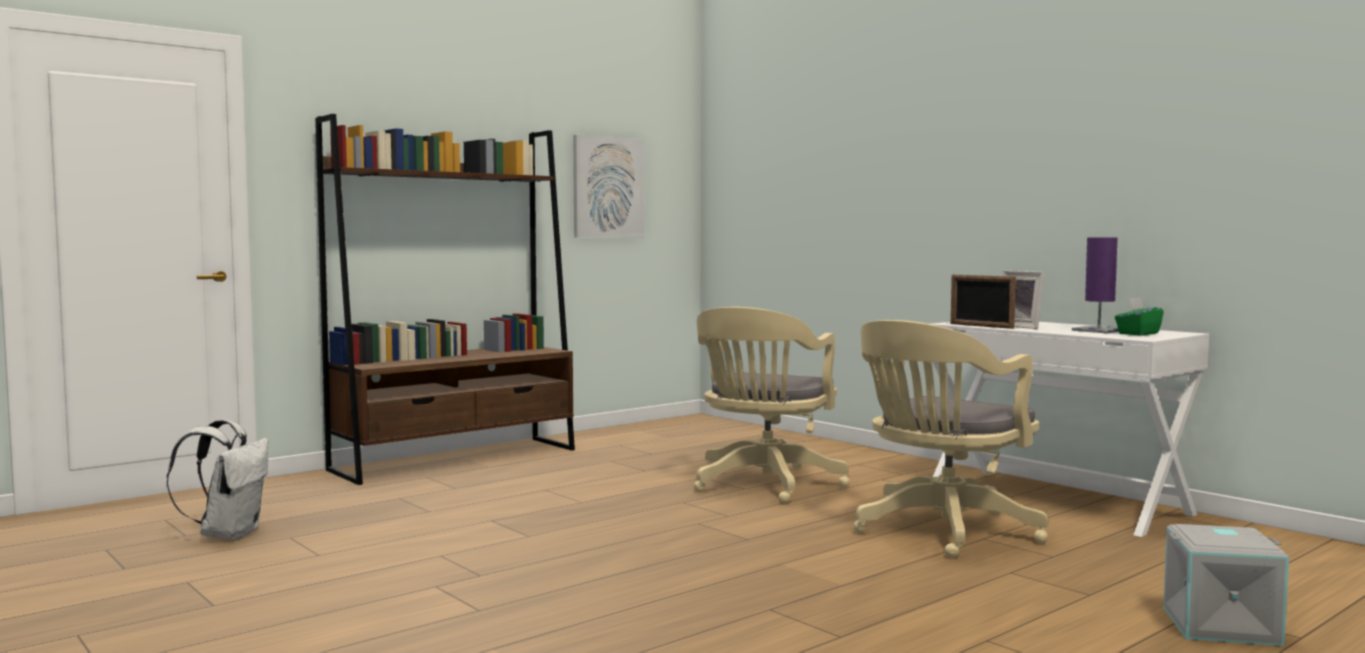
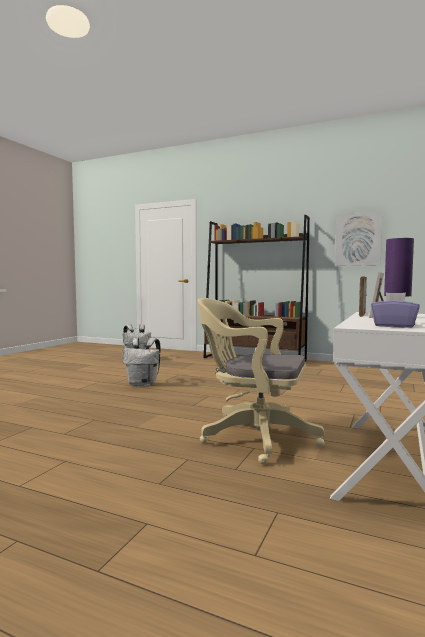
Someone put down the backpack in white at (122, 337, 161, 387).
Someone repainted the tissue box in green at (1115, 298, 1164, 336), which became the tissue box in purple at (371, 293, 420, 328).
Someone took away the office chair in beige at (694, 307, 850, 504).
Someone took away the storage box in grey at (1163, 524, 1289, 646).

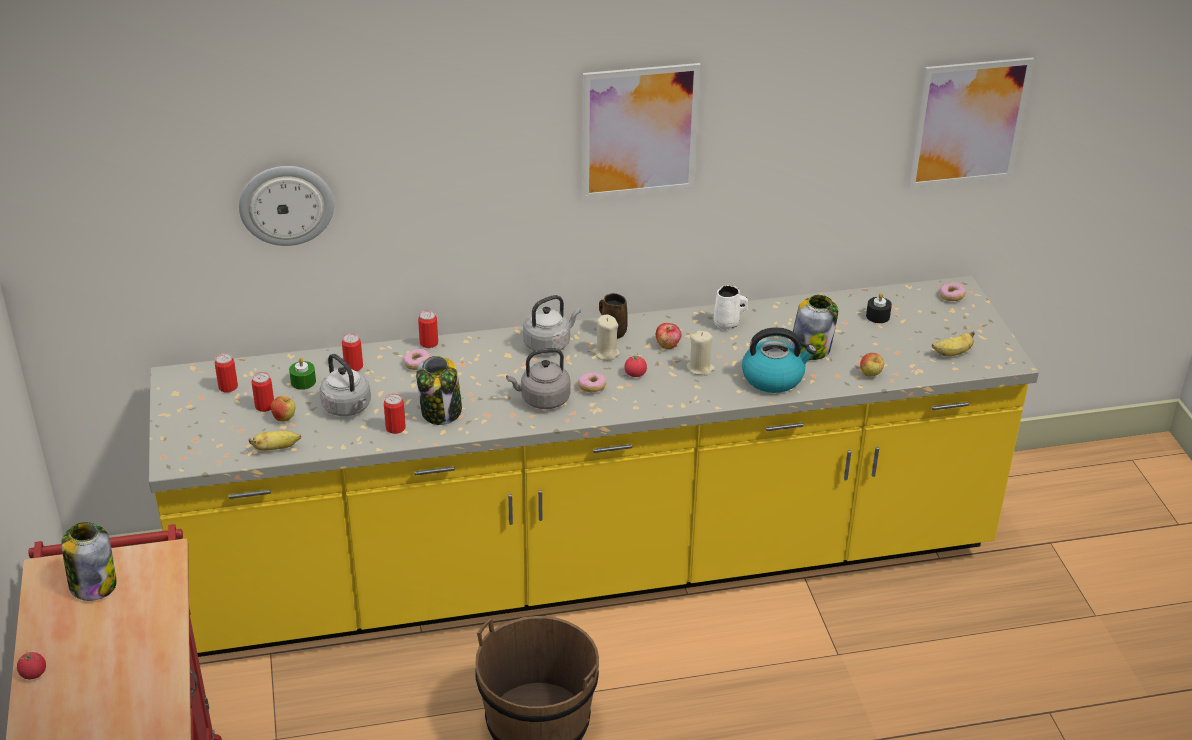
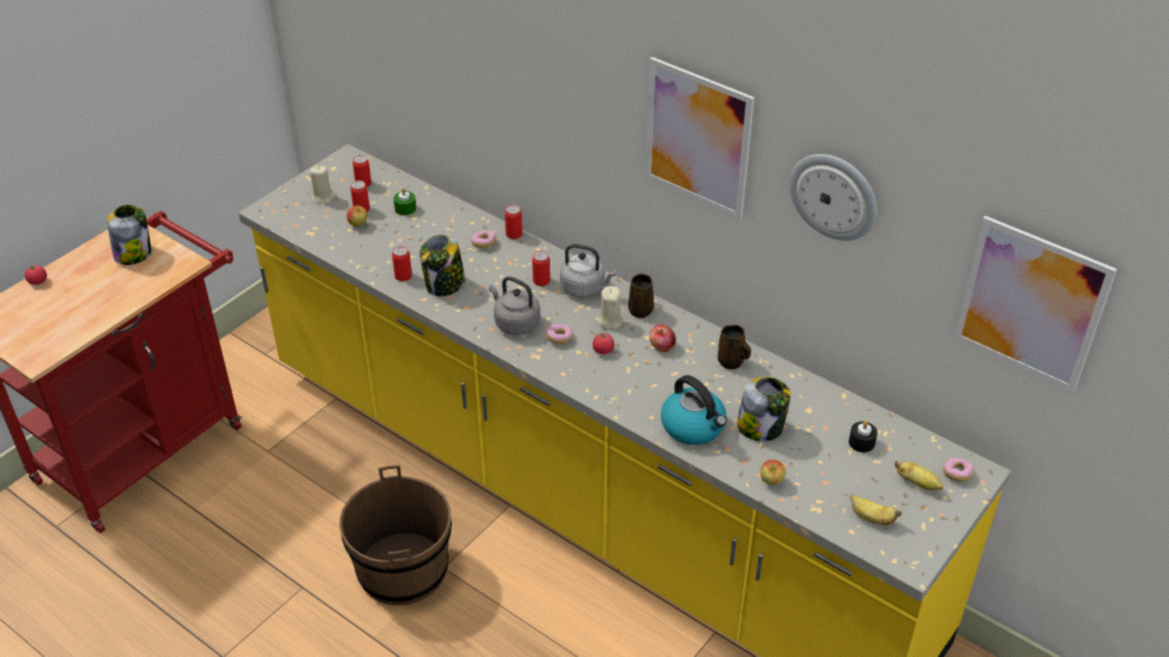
Someone carried the candle in beige from (686, 331, 715, 376) to (310, 166, 334, 204).
Someone carried the can from (342, 333, 363, 371) to (532, 251, 550, 286).
Someone repainted the mug in white at (714, 285, 748, 330), which became the mug in brown at (718, 325, 751, 369).
Someone carried the wall clock from (239, 166, 334, 246) to (789, 154, 877, 241).
Someone carried the banana from (249, 431, 301, 451) to (895, 461, 943, 491).
Someone took away the kettle in grey at (319, 354, 371, 416).

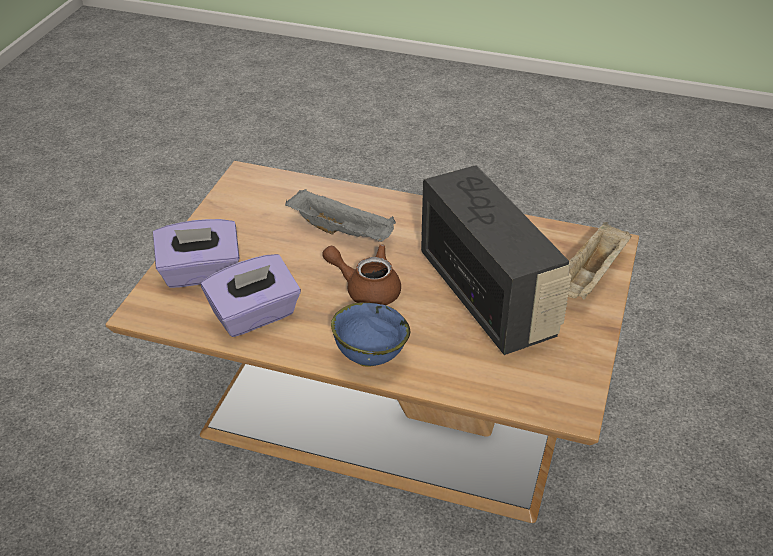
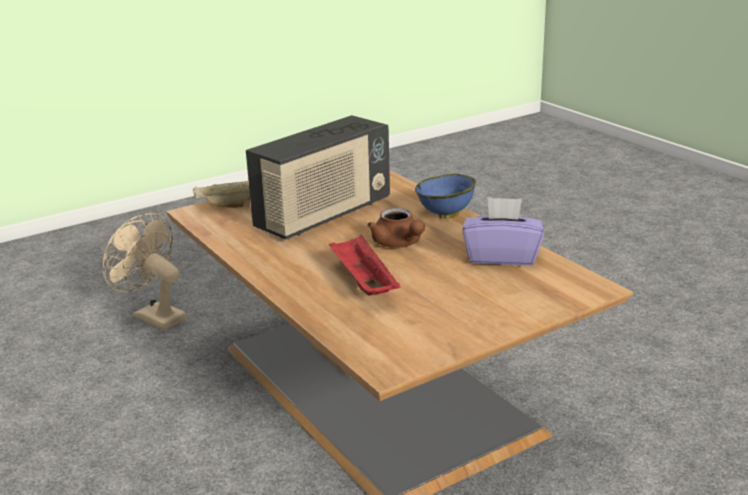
Someone put down the fan in beige at (102, 213, 187, 330).
Someone rotated the radio at (421, 165, 572, 355) by 150 degrees counterclockwise.
Someone repainted the tray in grey at (285, 189, 396, 242), which became the tray in red at (329, 235, 400, 296).
Someone took away the tissue box in purple at (153, 219, 239, 288).

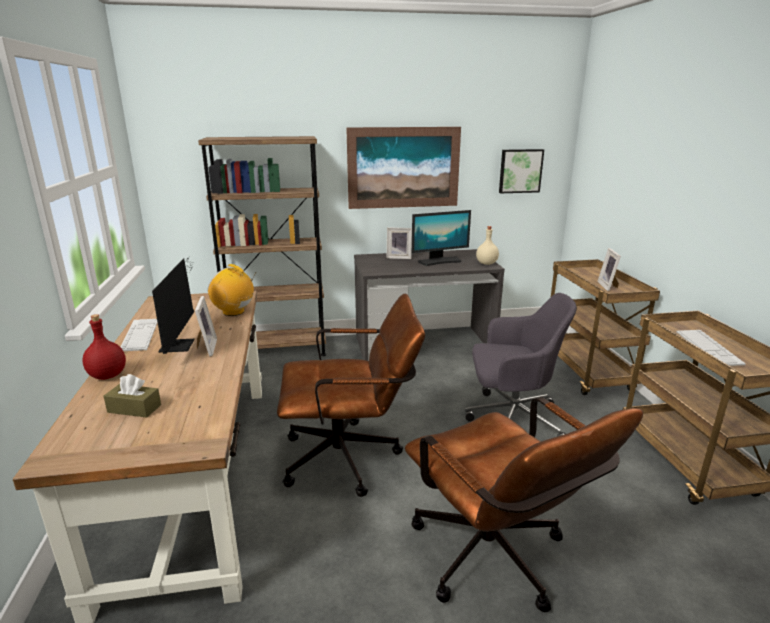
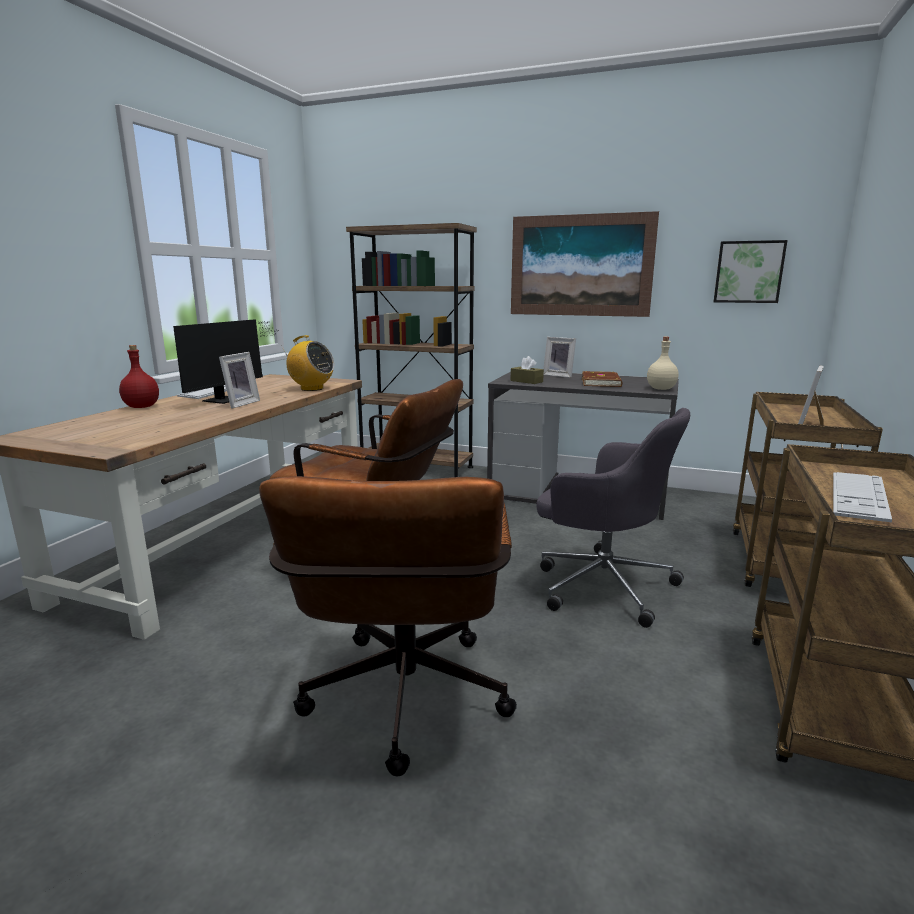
Someone rotated the radio at (207, 264, 256, 316) by 150 degrees clockwise.
Someone carried the tissue box in brown from (104, 374, 161, 418) to (510, 356, 544, 384).
Someone swapped the monitor at (412, 210, 471, 266) for the book in brown at (582, 371, 622, 387).

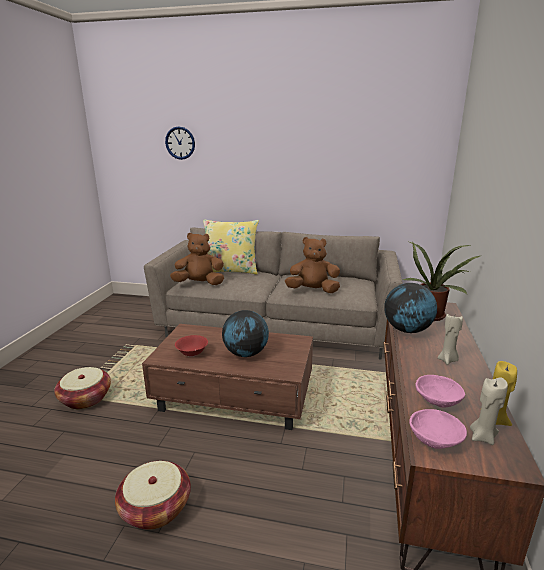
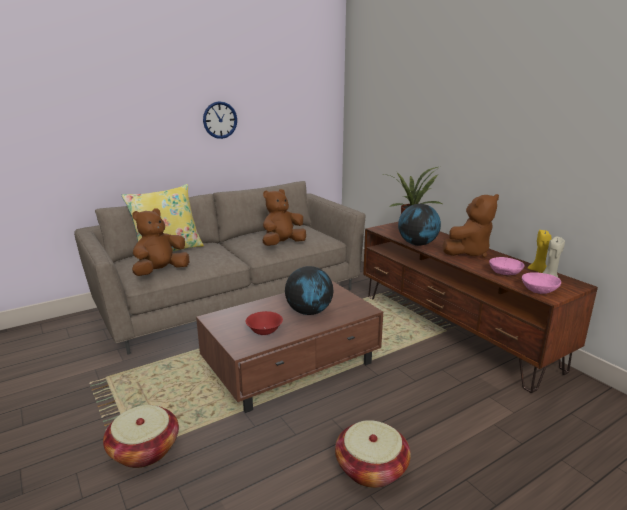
Someone carried the wall clock from (165, 126, 195, 160) to (203, 101, 237, 139).
Someone swapped the candle in beige at (438, 314, 463, 365) for the plush toy in brown at (443, 194, 499, 258).

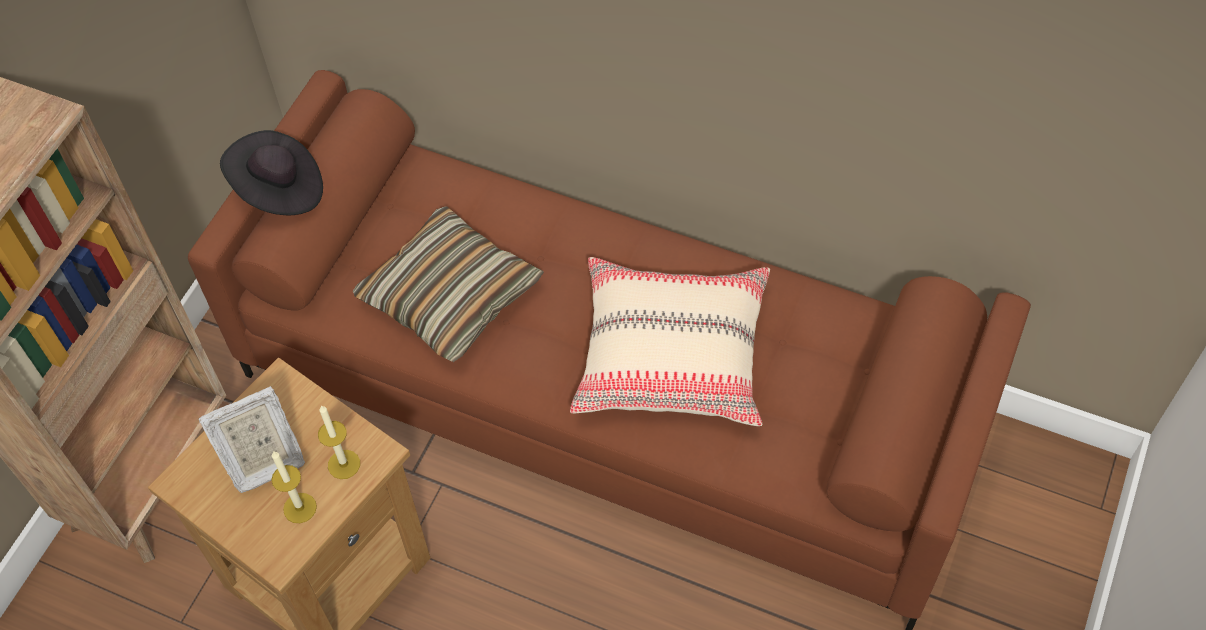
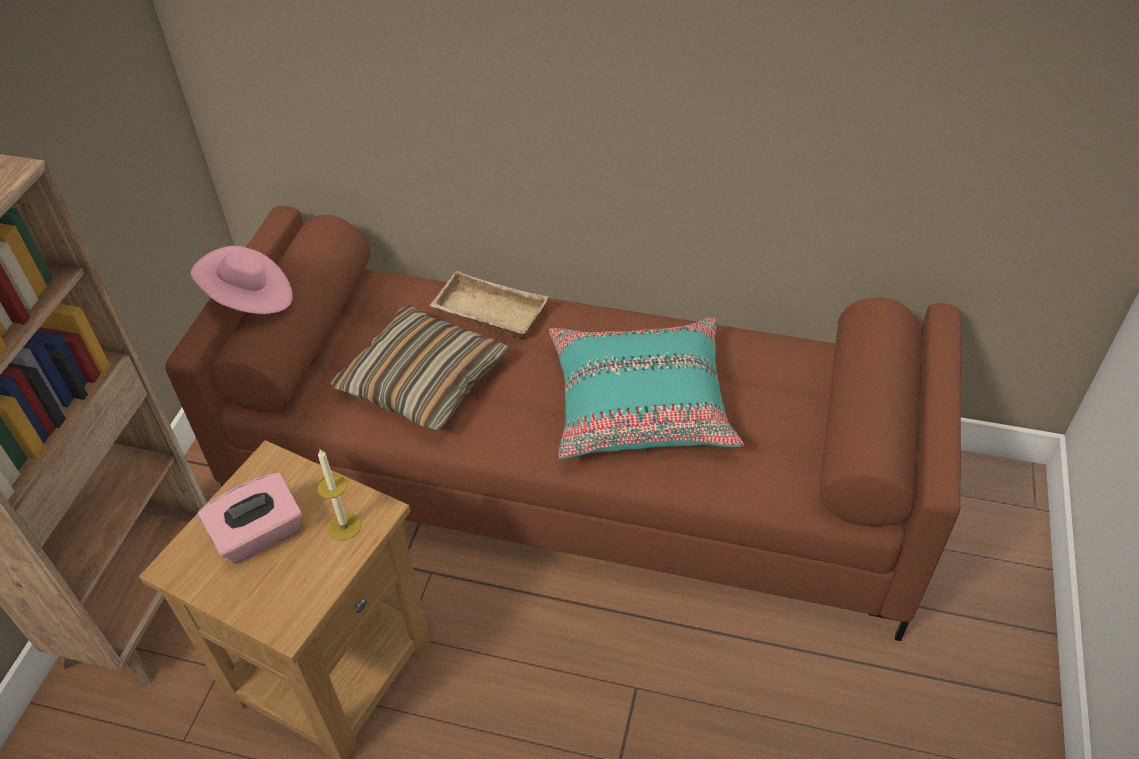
Someone repainted the hat in black at (220, 130, 323, 215), which became the hat in pink at (191, 246, 293, 314).
Someone swapped the picture frame at (198, 386, 305, 493) for the tissue box in pink at (198, 472, 302, 564).
Someone put down the tray in beige at (429, 271, 548, 338).
Someone repainted the pillow in beige at (570, 257, 770, 426), which became the pillow in turquoise at (549, 317, 744, 459).
Someone took away the candle at (271, 451, 317, 523).

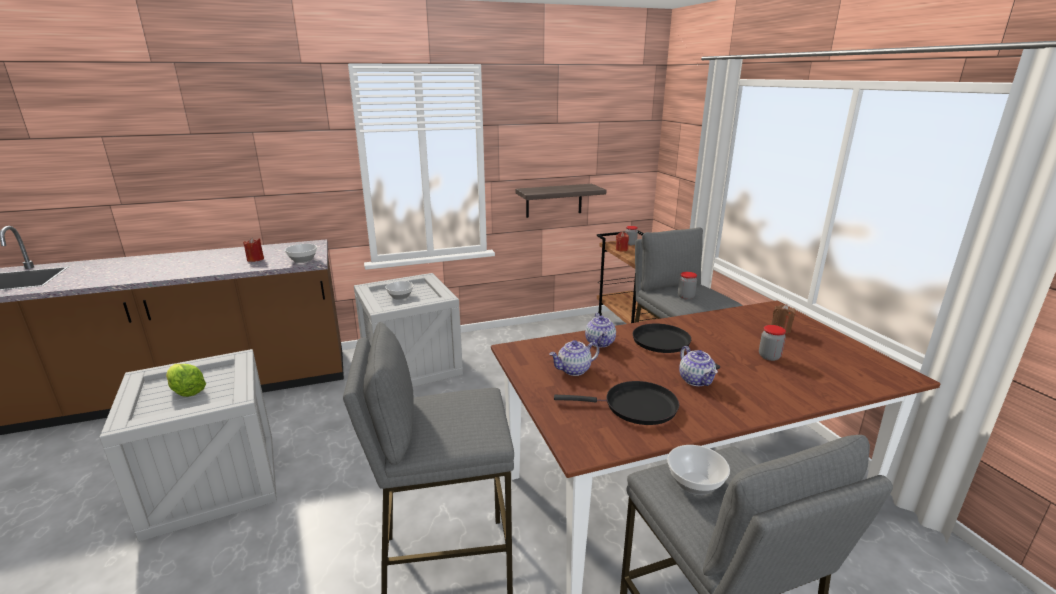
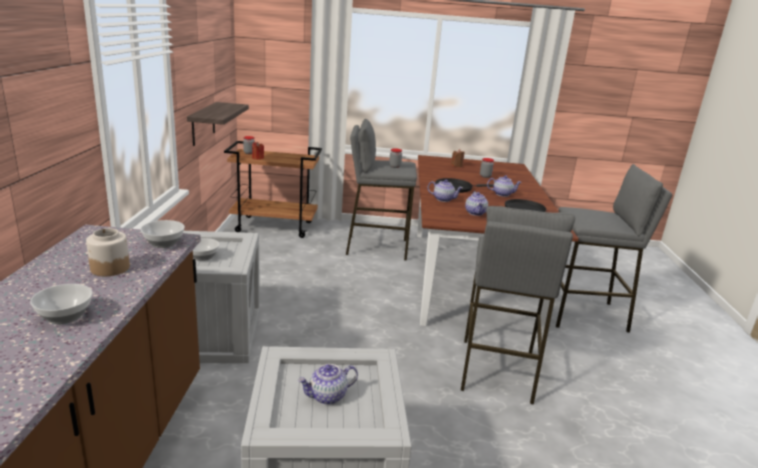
Someone carried the bowl from (667, 445, 730, 495) to (30, 284, 93, 324).
Someone swapped the candle in red at (243, 237, 264, 262) for the jar at (86, 228, 130, 276).
Someone swapped the lettuce at (166, 364, 206, 397) for the teapot at (298, 364, 358, 405).

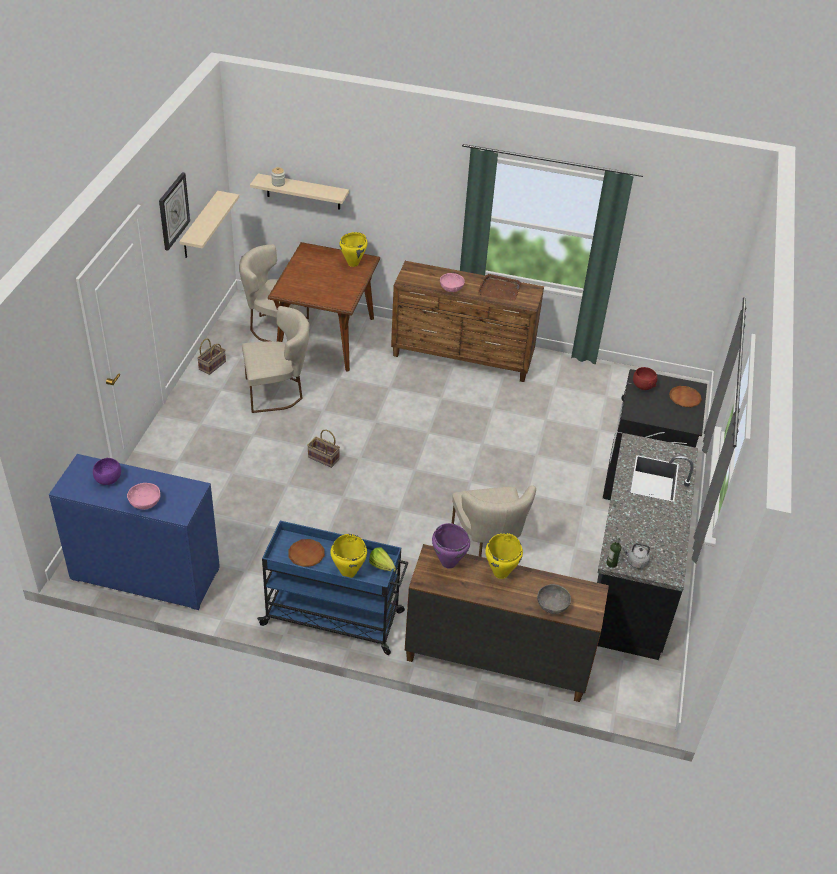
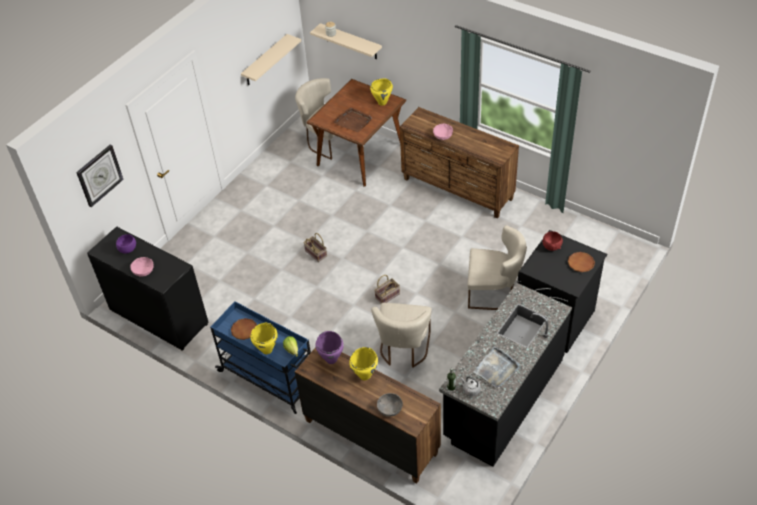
Someone carried the wall clock from (159, 172, 190, 250) to (76, 145, 124, 207).
Someone repainted the dresser in blue at (49, 454, 220, 610), which became the dresser in black at (87, 226, 208, 351).
Someone carried the tray in brown from (478, 274, 522, 301) to (334, 108, 372, 132).
Someone carried the basket from (197, 339, 226, 375) to (374, 275, 400, 303).
Someone carried the chair in beige from (242, 306, 310, 413) to (468, 225, 527, 310).
Someone put down the tray in grey at (474, 346, 520, 388).

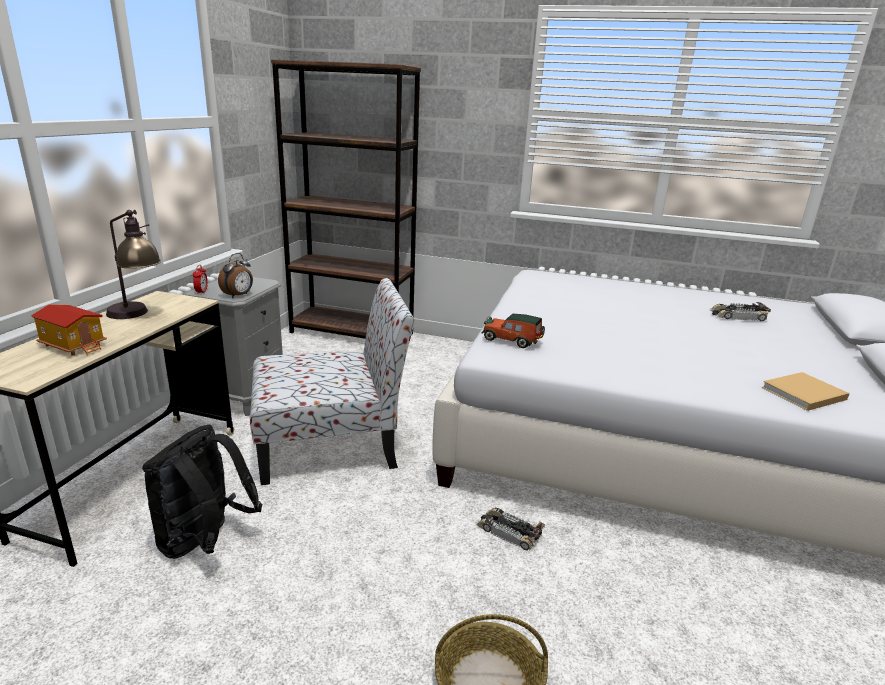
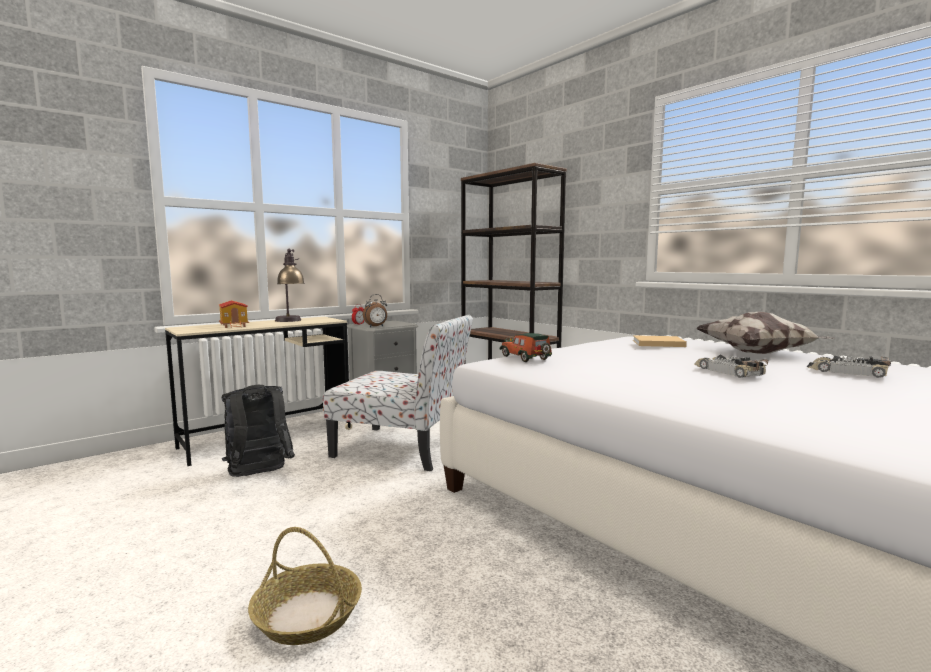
Someone carried the book in beige from (761, 372, 850, 411) to (633, 335, 687, 347).
Someone carried the toy car from (476, 508, 545, 551) to (694, 355, 769, 378).
Someone put down the pillow at (697, 312, 835, 354).

